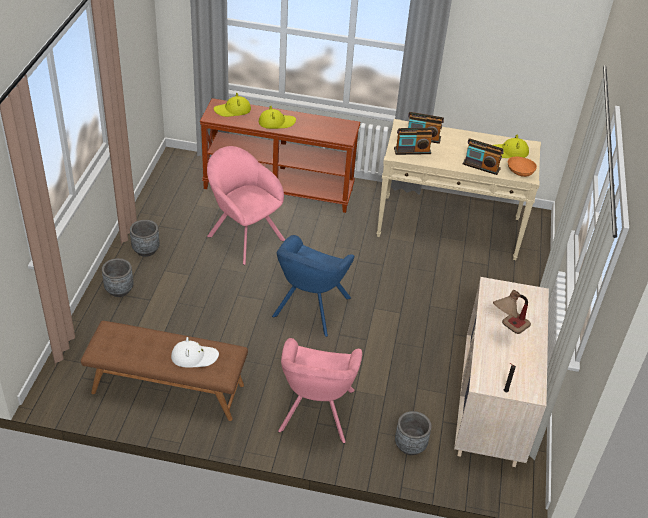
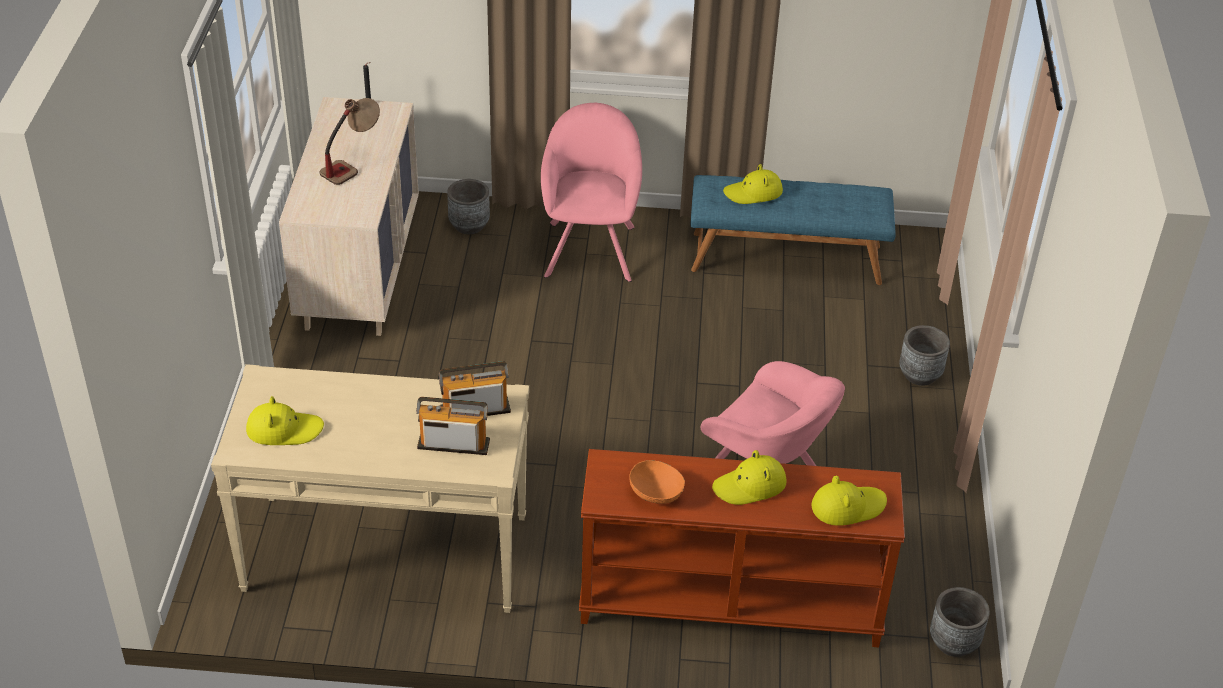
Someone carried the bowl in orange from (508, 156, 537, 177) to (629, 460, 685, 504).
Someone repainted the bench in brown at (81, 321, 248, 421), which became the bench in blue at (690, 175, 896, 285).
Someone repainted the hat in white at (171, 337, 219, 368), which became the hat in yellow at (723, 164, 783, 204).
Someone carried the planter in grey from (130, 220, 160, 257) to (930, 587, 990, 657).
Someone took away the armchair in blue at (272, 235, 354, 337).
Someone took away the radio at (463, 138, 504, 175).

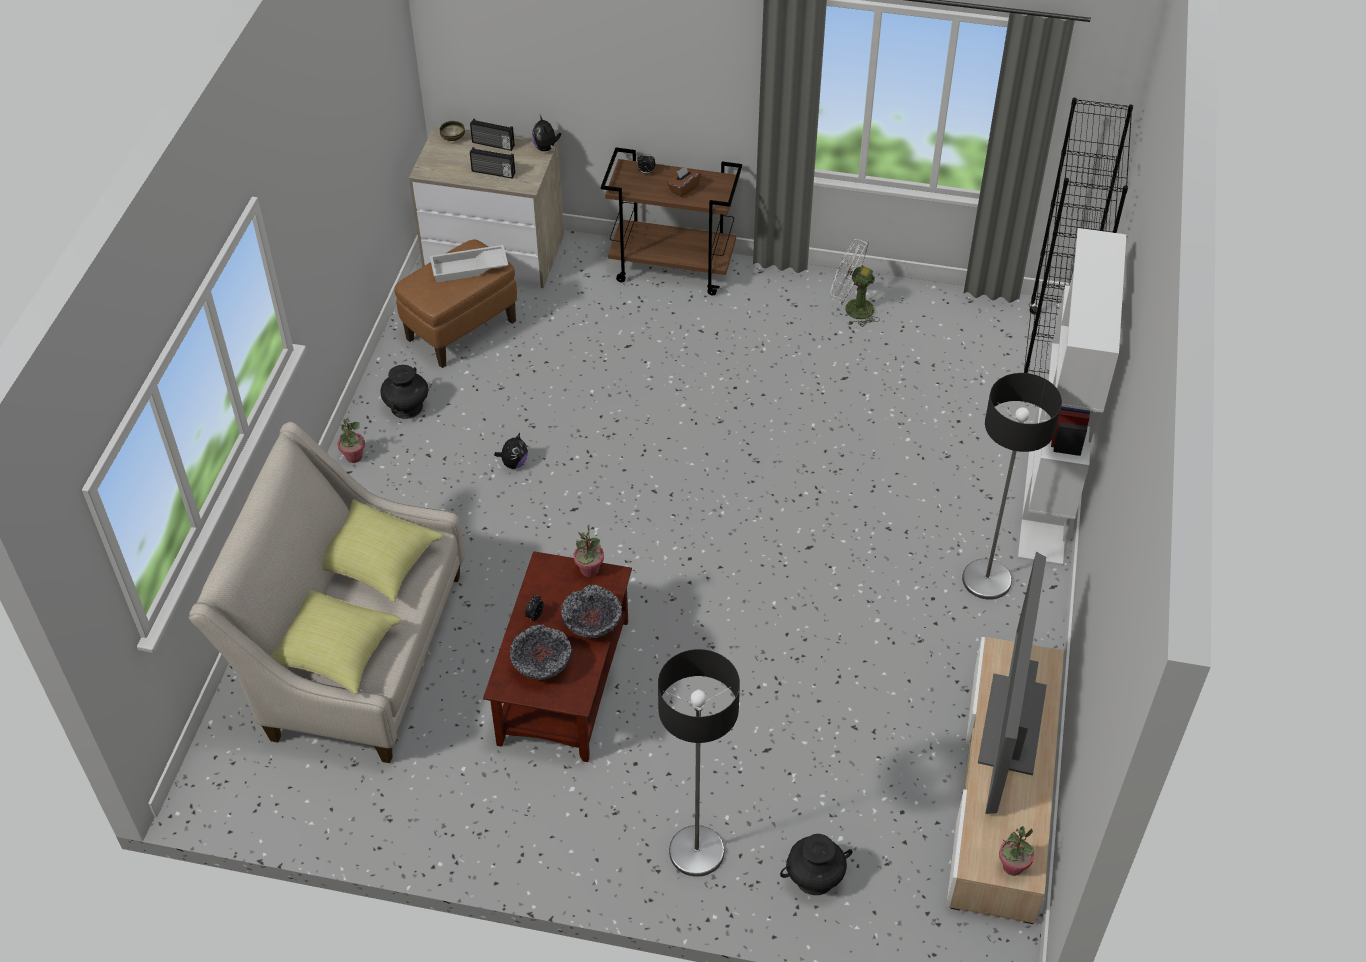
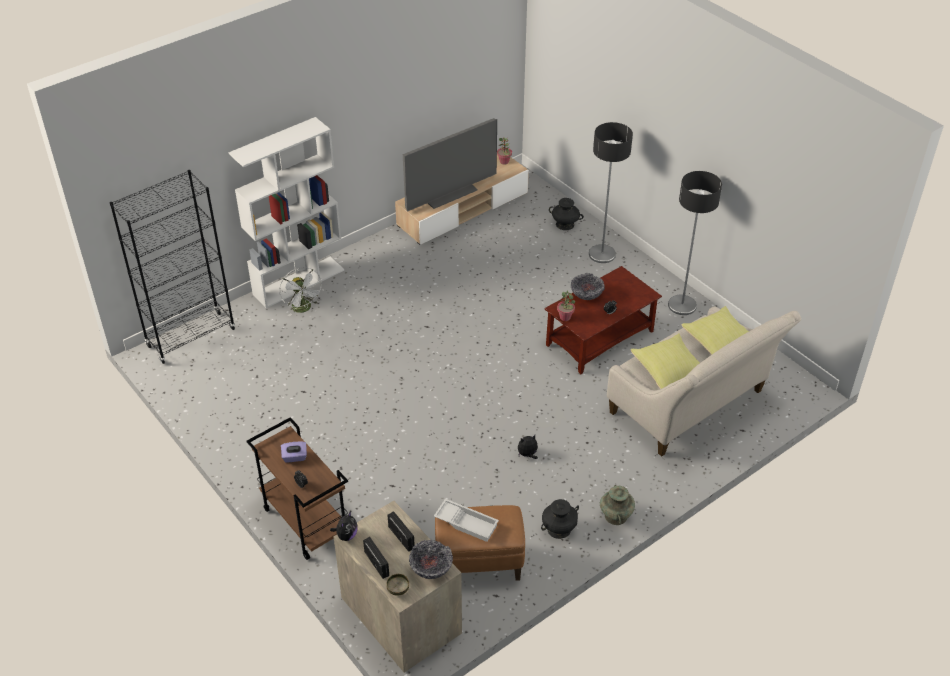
Someone carried the fan in white from (830, 239, 880, 327) to (279, 267, 324, 316).
Someone repainted the tissue box in brown at (667, 165, 701, 197), which became the tissue box in purple at (281, 442, 307, 463).
Someone carried the bowl from (510, 625, 572, 680) to (409, 540, 453, 579).
Someone swapped the potted plant at (337, 418, 365, 463) for the vase in turquoise at (600, 485, 635, 525).
Someone carried the floor lamp from (962, 373, 1062, 600) to (668, 171, 722, 315).

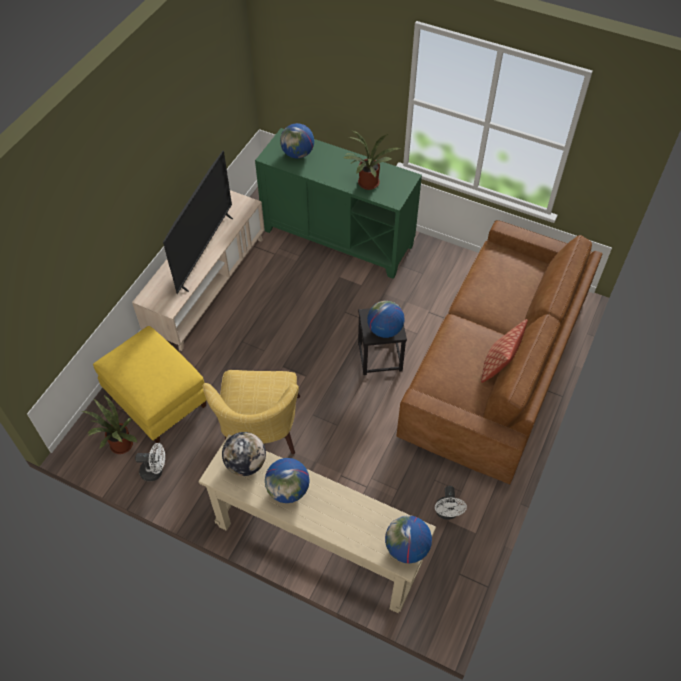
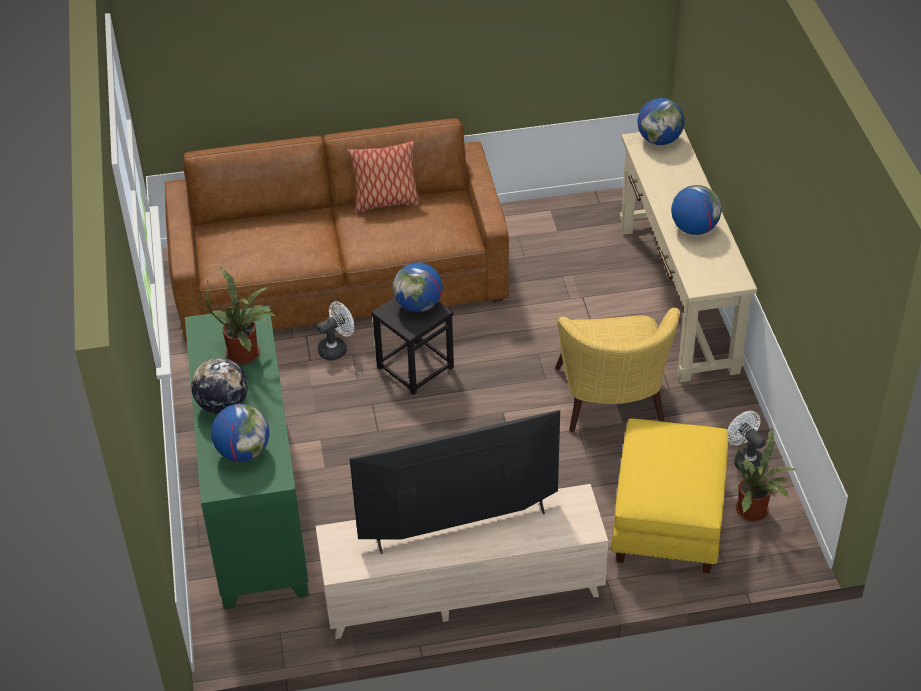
Someone carried the globe from (222, 432, 266, 476) to (191, 358, 248, 414).
Someone carried the fan in white from (435, 486, 467, 520) to (317, 301, 354, 360).
Someone rotated the armchair in yellow at (202, 370, 300, 454) by 120 degrees clockwise.

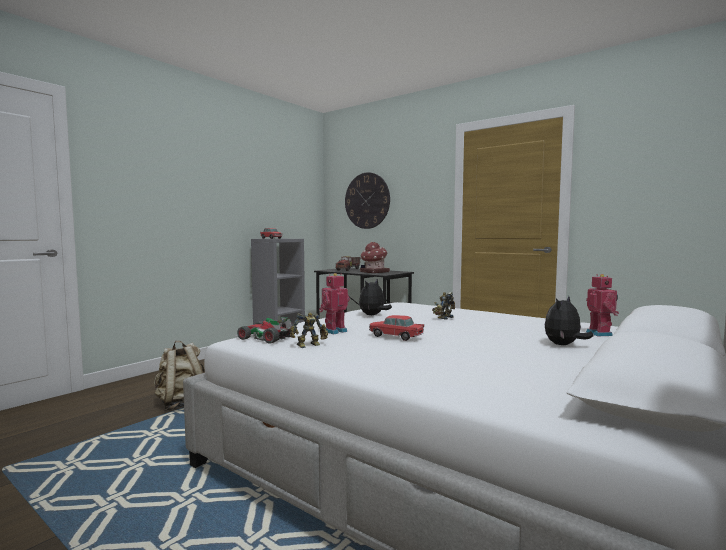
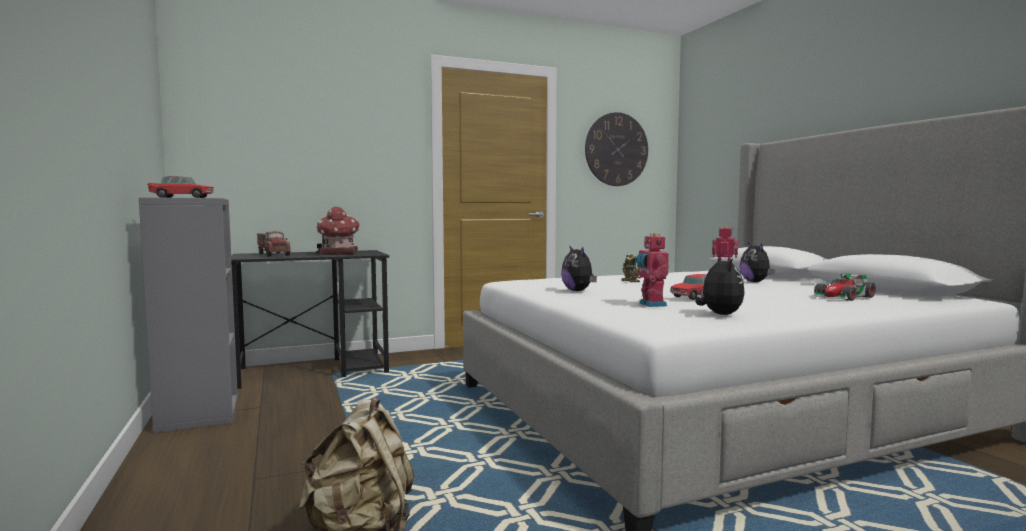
Someone carried the wall clock from (345, 172, 390, 229) to (585, 112, 648, 186).
Someone swapped the toy robot at (290, 313, 328, 348) for the plush toy at (695, 256, 745, 315).
Someone carried the toy car from (234, 317, 295, 344) to (813, 273, 876, 301).

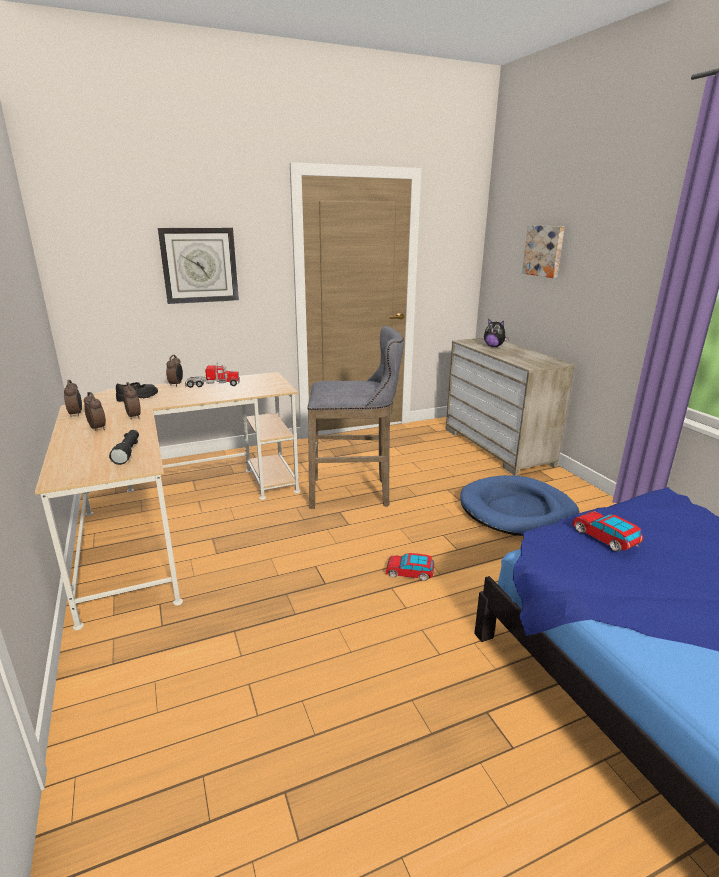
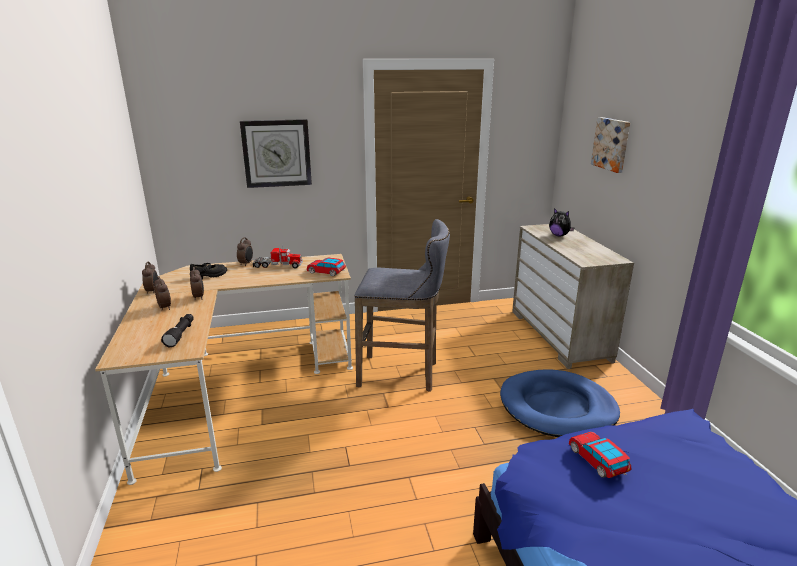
Someone carried the toy car from (386, 553, 434, 581) to (307, 258, 346, 276).

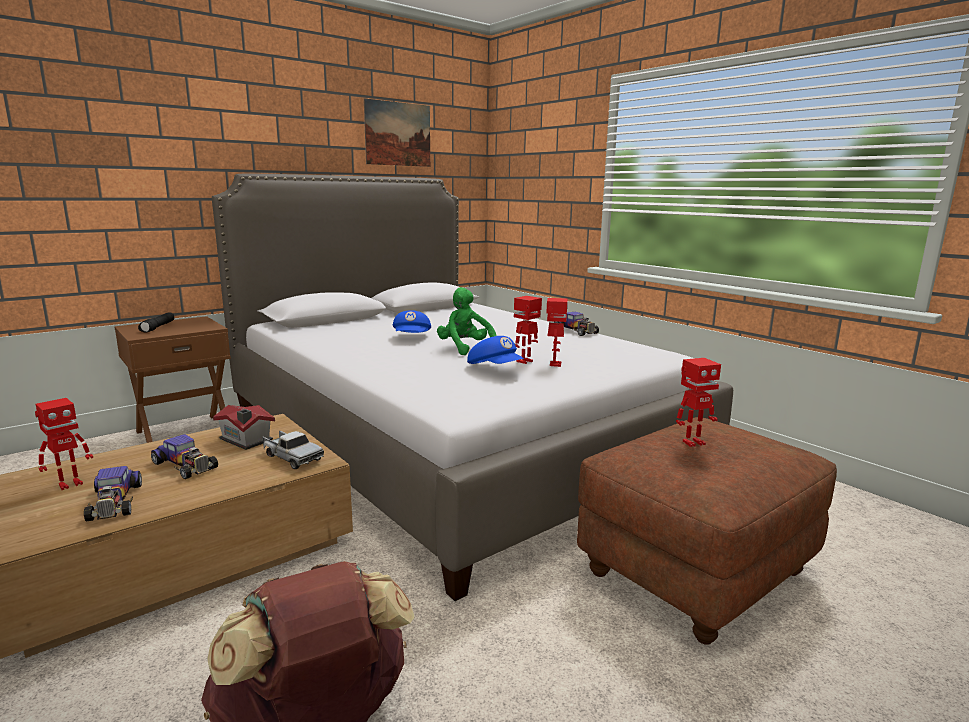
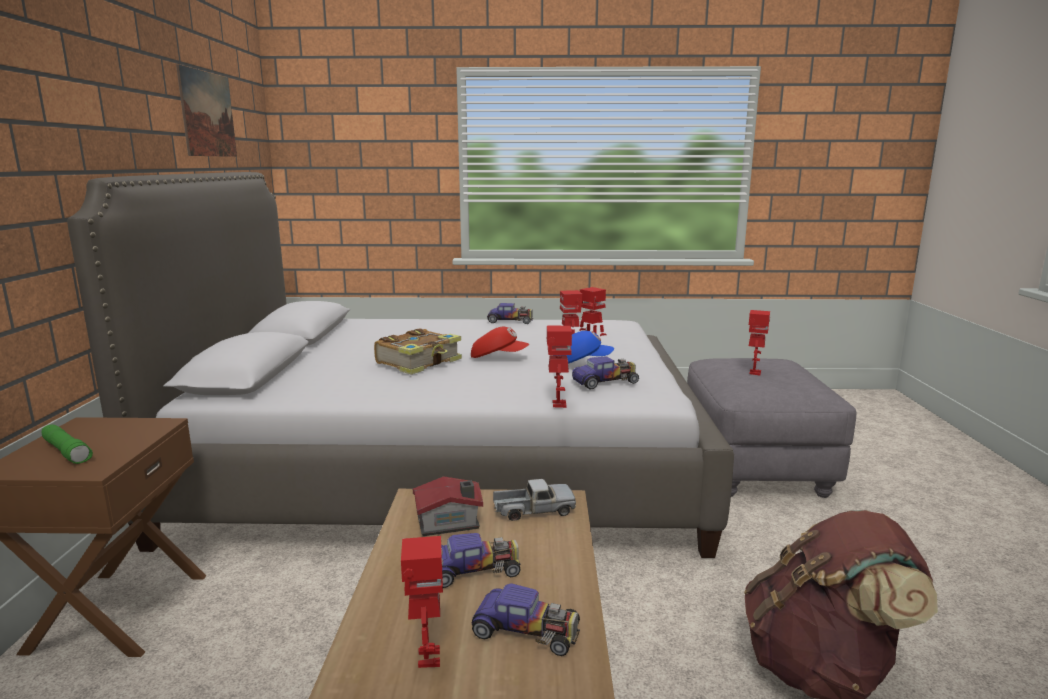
Someone repainted the flashlight in black at (138, 313, 174, 332), which became the flashlight in green at (42, 424, 93, 464).
Someone swapped the cap in blue at (393, 310, 431, 333) for the book at (374, 328, 462, 375).
Someone swapped the plush toy in green at (437, 287, 496, 355) for the cap in red at (471, 327, 529, 358).
Someone put down the toy robot at (547, 326, 572, 408).
Someone put down the toy car at (572, 357, 639, 389).
Someone repainted the ottoman in brown at (577, 417, 837, 645), which became the ottoman in grey at (687, 358, 856, 498).

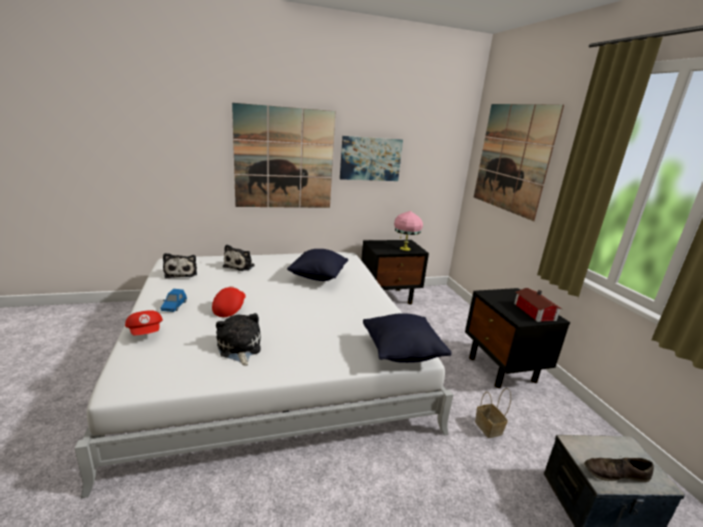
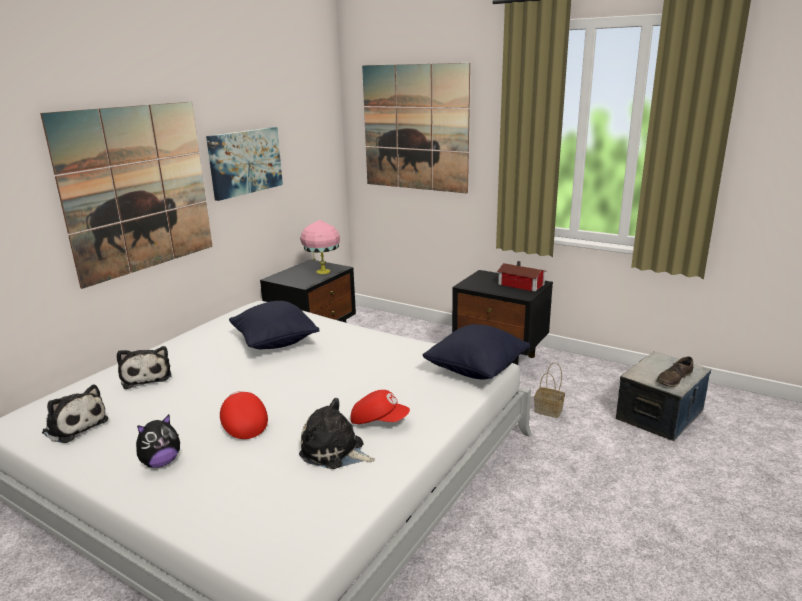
Someone swapped the toy car in blue at (161, 289, 187, 312) for the plush toy at (136, 415, 180, 468).
Someone carried the cap in red from (125, 310, 163, 335) to (350, 390, 410, 424).

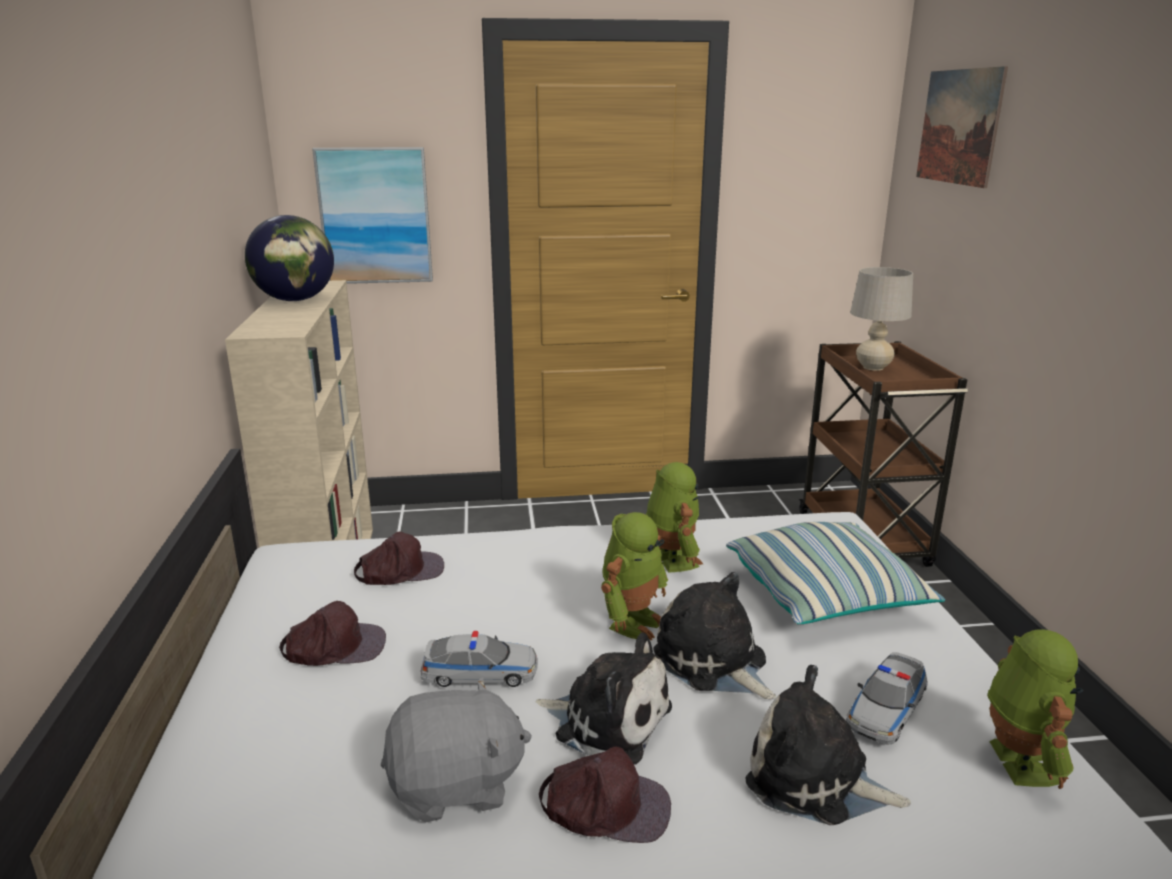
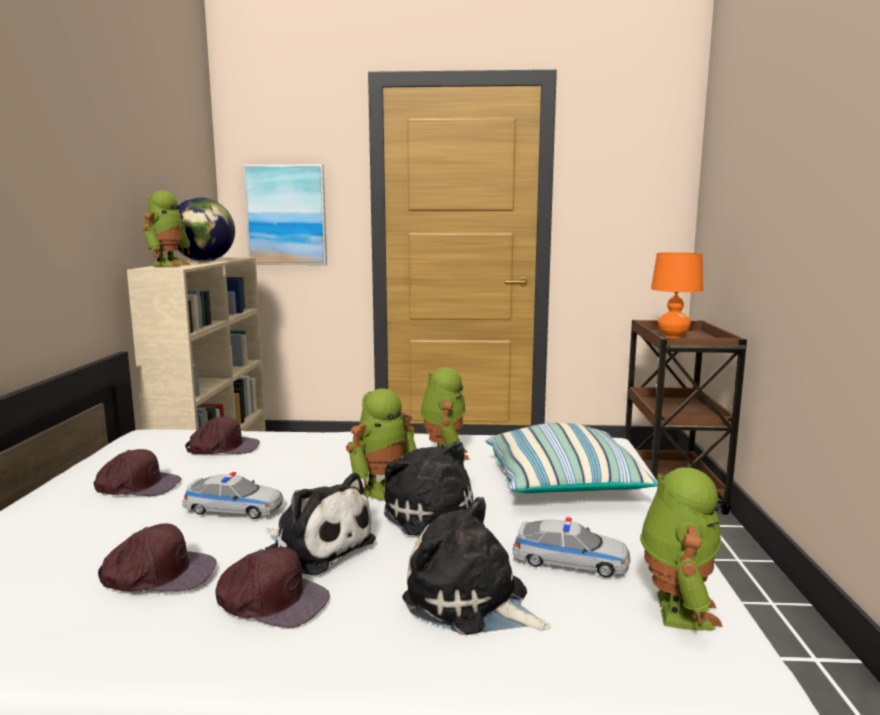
Someone swapped the plush toy in grey at (381, 677, 532, 822) for the cap in brown at (98, 523, 216, 592).
Someone put down the toy robot at (142, 190, 191, 266).
Someone rotated the toy car at (846, 652, 928, 745) by 120 degrees counterclockwise.
Someone repainted the table lamp in beige at (850, 267, 913, 371), which became the table lamp in orange at (651, 252, 703, 338).
Someone took away the picture at (916, 66, 1008, 188).

